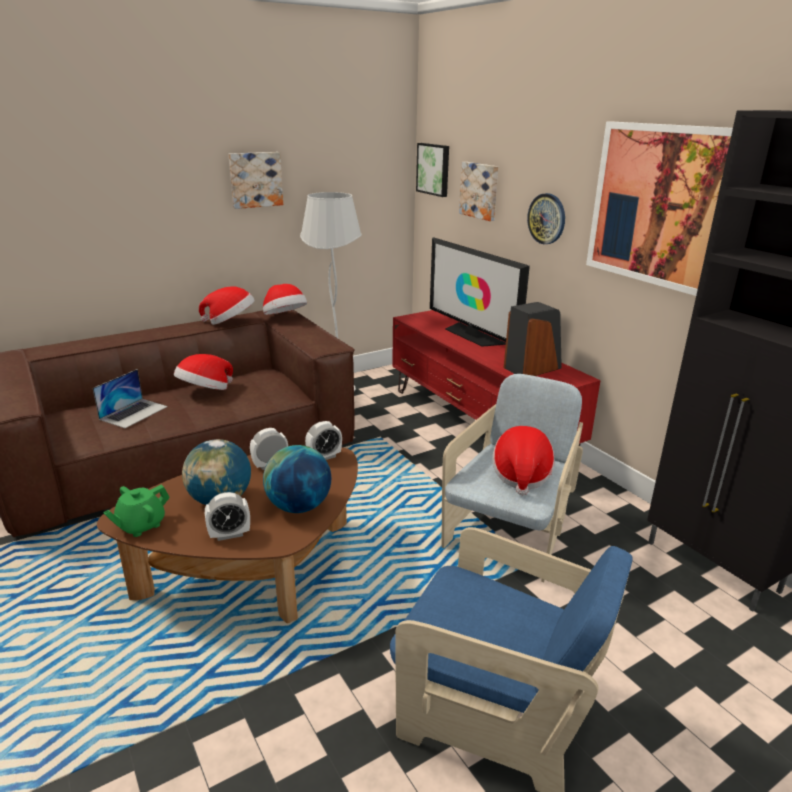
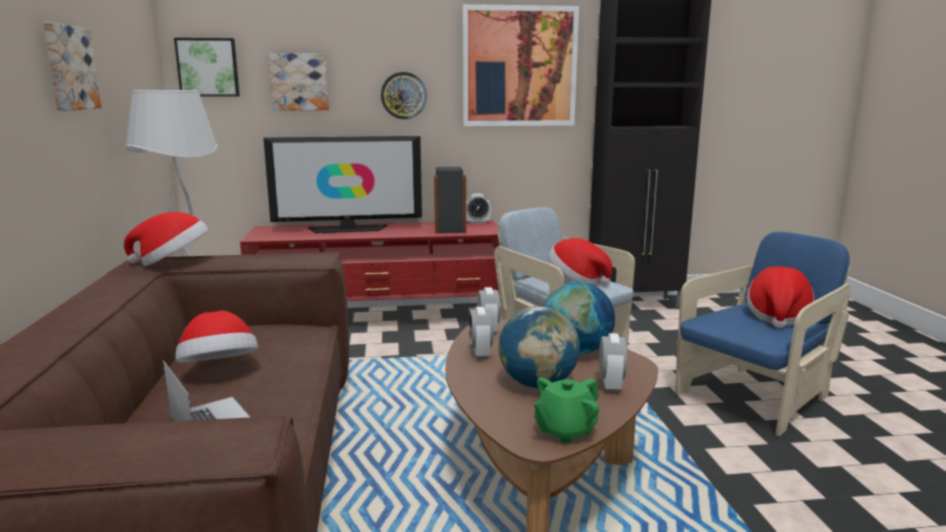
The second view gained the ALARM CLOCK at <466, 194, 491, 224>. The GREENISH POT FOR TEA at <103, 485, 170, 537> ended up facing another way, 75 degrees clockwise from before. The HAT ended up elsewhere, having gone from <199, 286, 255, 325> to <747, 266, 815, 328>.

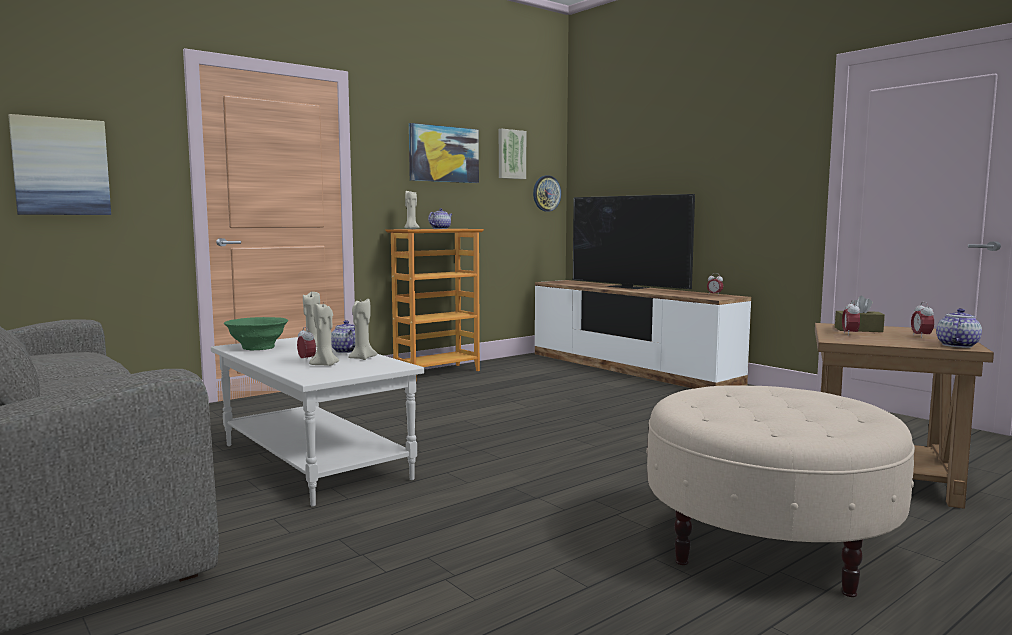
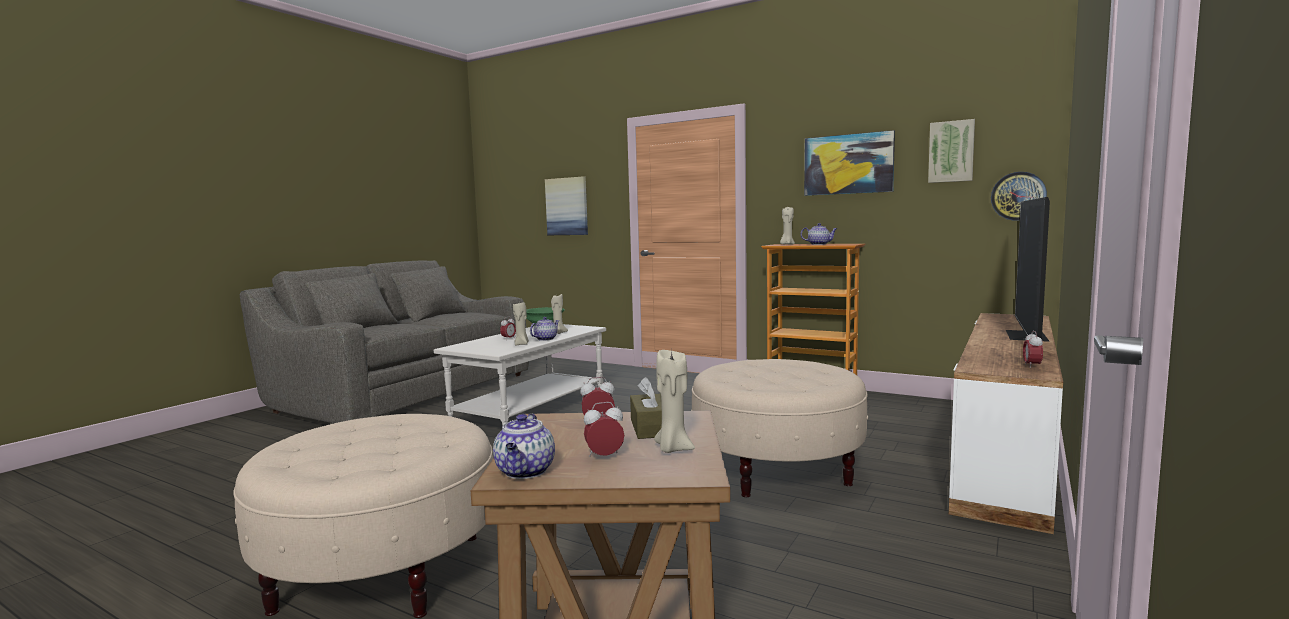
The POT FOR TEA at <936, 308, 982, 348> ended up facing another way, 75 degrees clockwise from before. The BEIGE-COLOURED CANDLE ended up elsewhere, having gone from <309, 303, 339, 366> to <654, 350, 695, 453>. The second view gained the BEIGE-COLOURED OTTOMAN at <691, 359, 868, 497>.

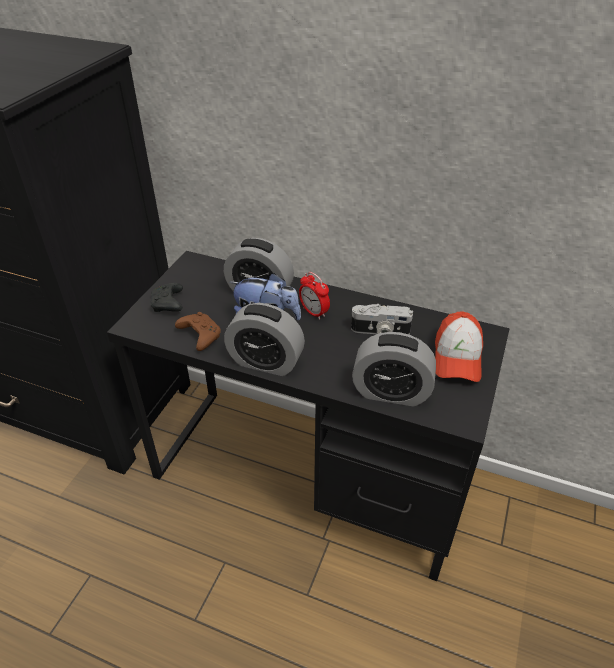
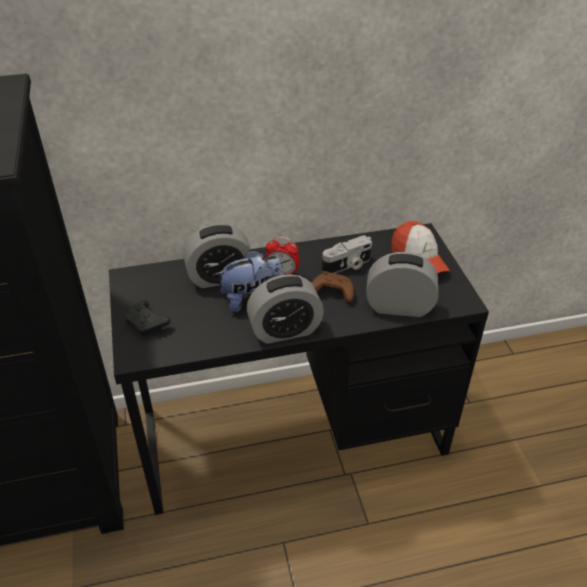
The BROWN JOYPAD ended up elsewhere, having gone from <175, 312, 221, 351> to <312, 271, 354, 303>. The ALARM CLOCK at <352, 332, 436, 406> ended up facing another way, 150 degrees counterclockwise from before.

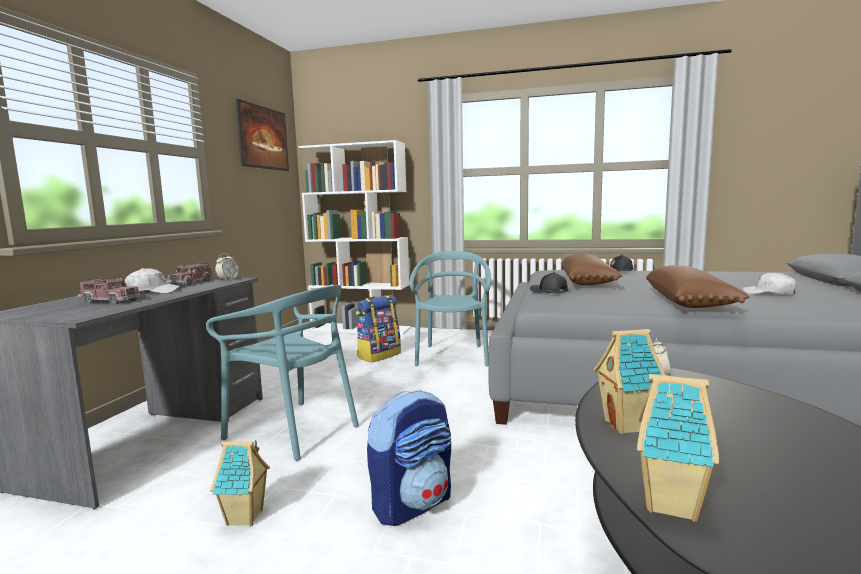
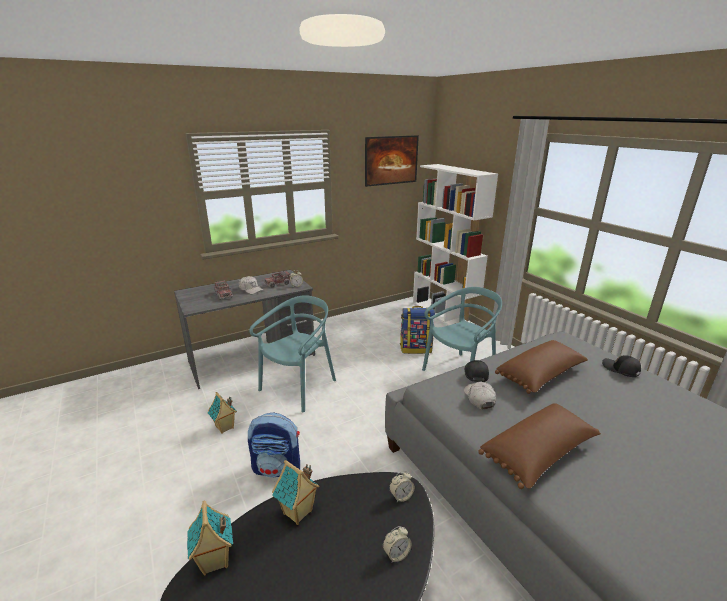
The BLUE-GREEN CHAIR at <206, 285, 359, 461> ended up facing another way, 135 degrees counterclockwise from before. The second view gained the ALARM CLOCK at <383, 526, 412, 562>. The WHITE-COLOURED BASEBALL CAP ended up elsewhere, having gone from <742, 272, 797, 295> to <464, 381, 496, 409>.

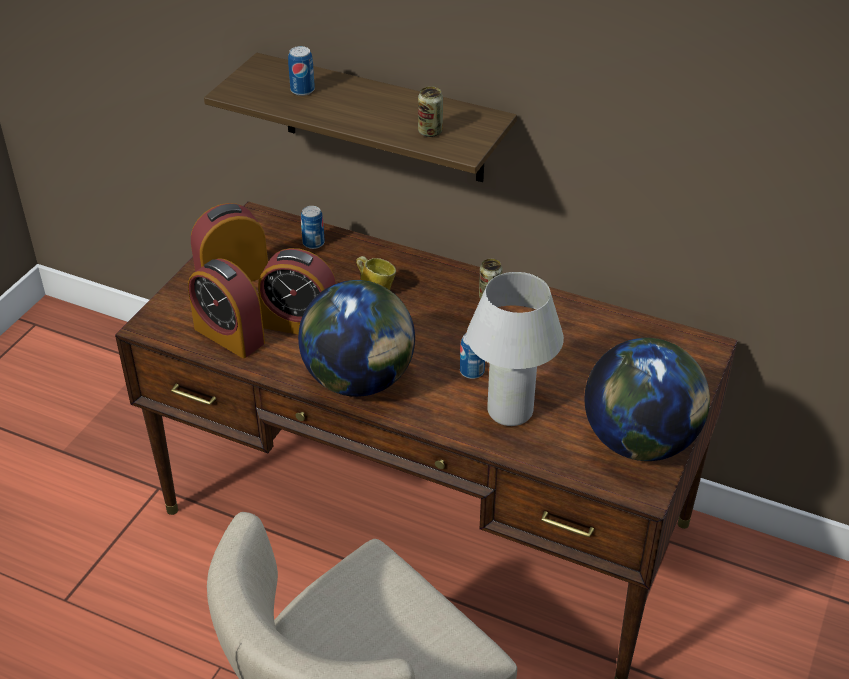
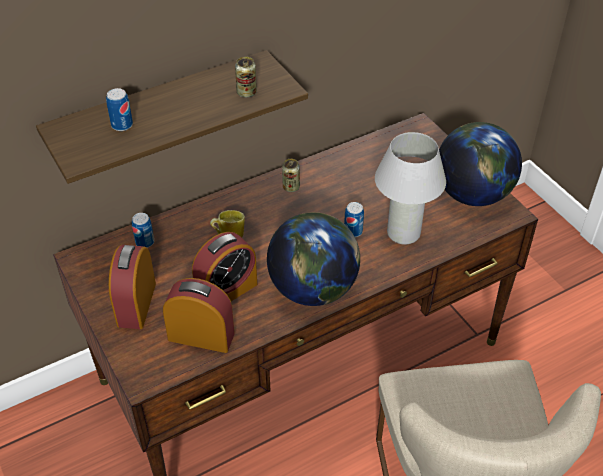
The ALARM CLOCK at <188, 258, 265, 358> ended up facing another way, 150 degrees counterclockwise from before.

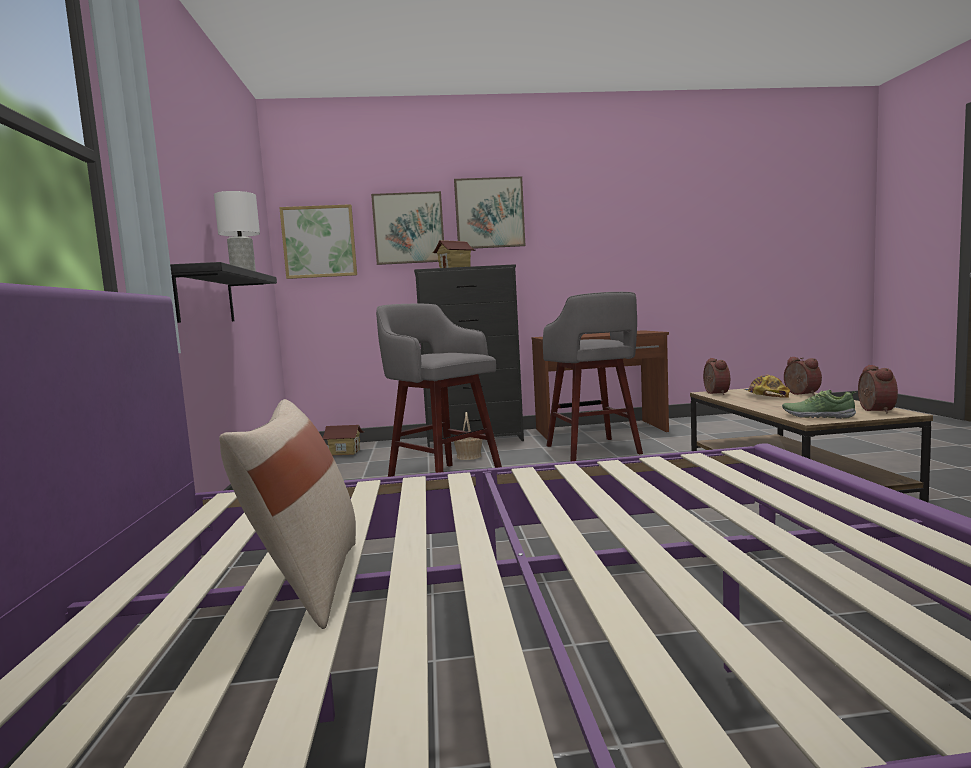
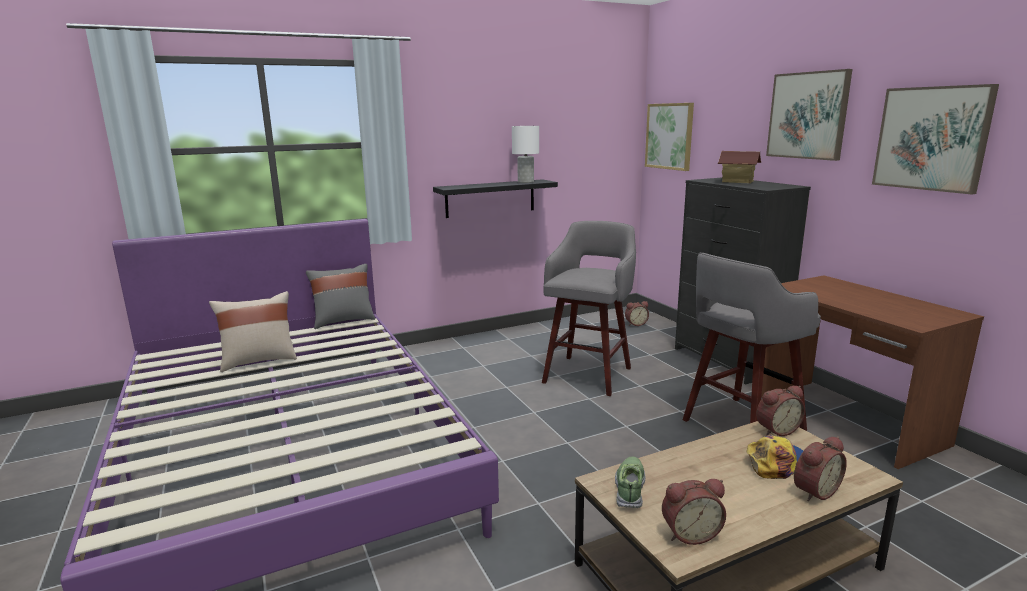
The second view gained the GREYISH THROW PILLOW at <306, 264, 375, 329>. Where the MODEL HOUSE stood at <323, 425, 364, 455>, the ALARM CLOCK came to stand at <625, 301, 649, 326>. The PICTURE ended up elsewhere, having gone from <371, 191, 444, 265> to <872, 84, 999, 195>. The second view lost the HOUSEHOLD BASKET at <454, 412, 482, 460>.

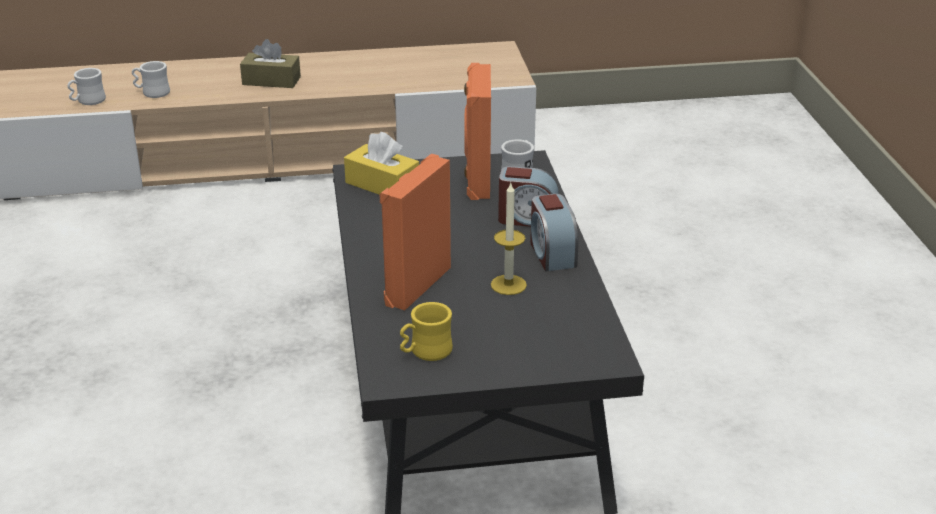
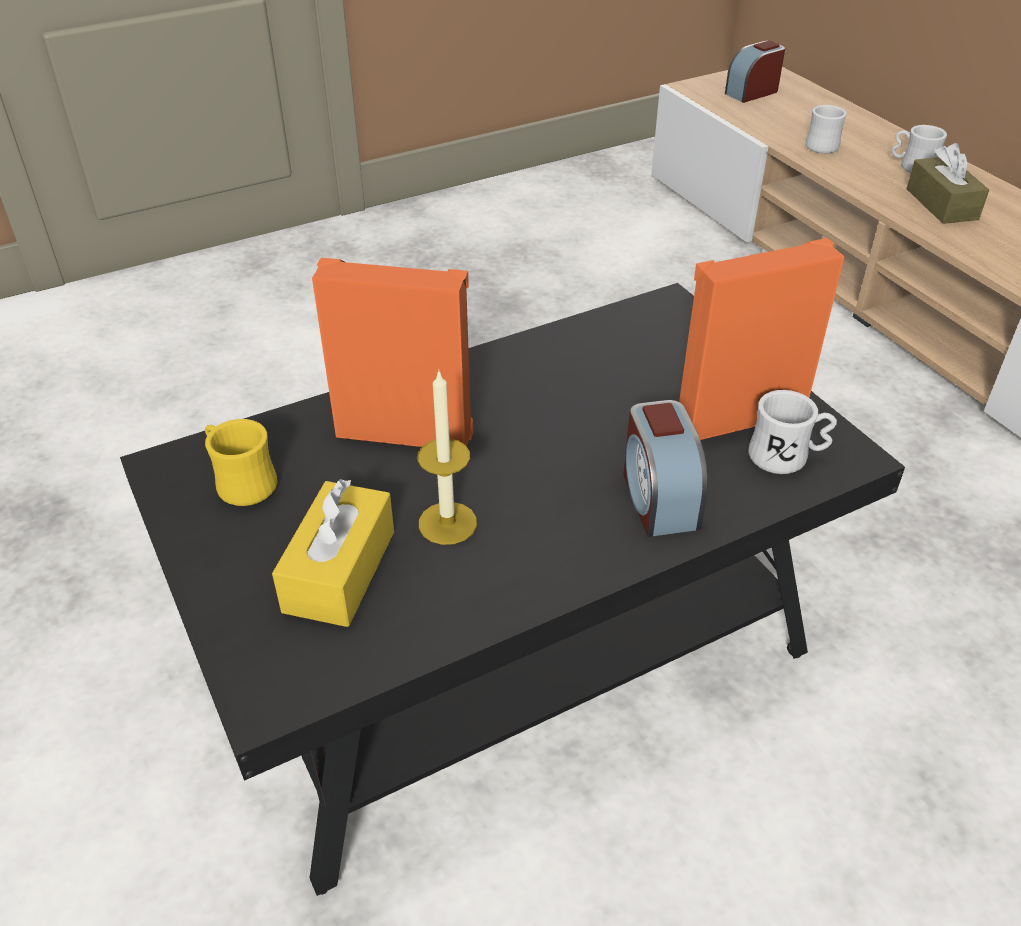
The YELLOW-COLOURED TISSUE HOLDER ended up elsewhere, having gone from <344, 132, 419, 195> to <272, 479, 394, 627>. The ALARM CLOCK ended up elsewhere, having gone from <530, 194, 579, 271> to <725, 40, 785, 103>. The WHITE-COLOURED MUG ended up elsewhere, having gone from <67, 68, 106, 105> to <891, 125, 947, 173>.

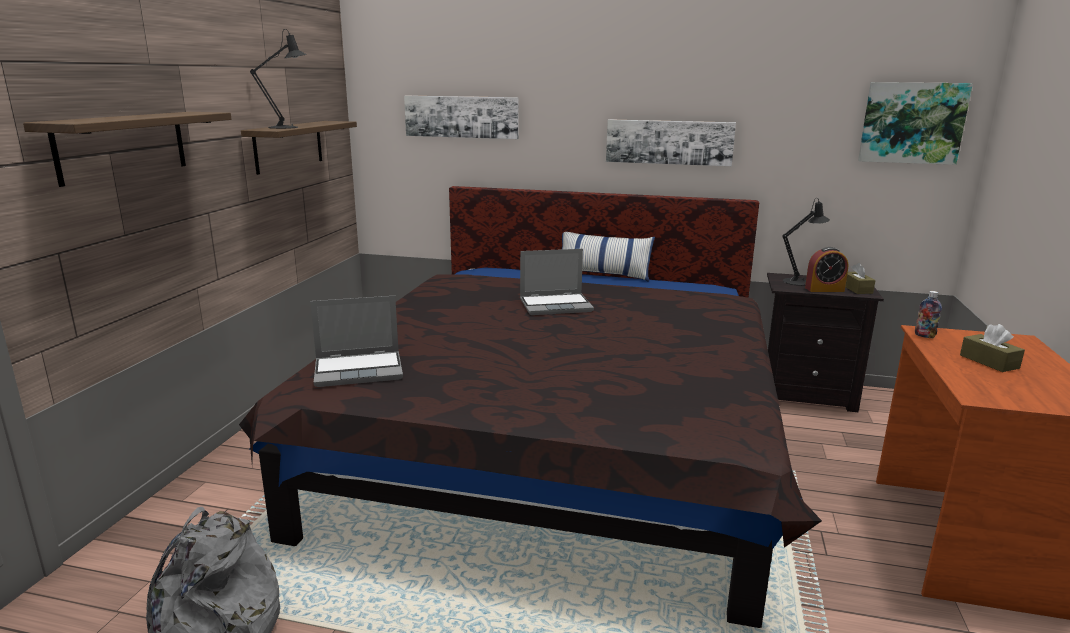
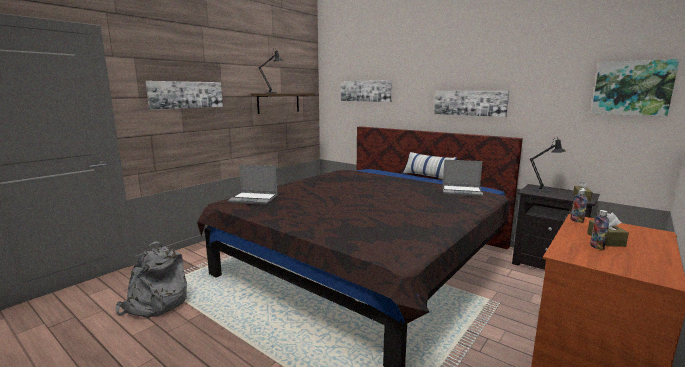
Where the BRACKET SHELF hung at <23, 112, 232, 187>, the PICTURE came to hang at <146, 81, 223, 109>. The LAPTOP ended up elsewhere, having gone from <520, 249, 594, 315> to <443, 160, 483, 197>. The second view gained the BOTTLE at <590, 210, 609, 250>. The second view lost the ALARM CLOCK at <805, 247, 848, 292>.

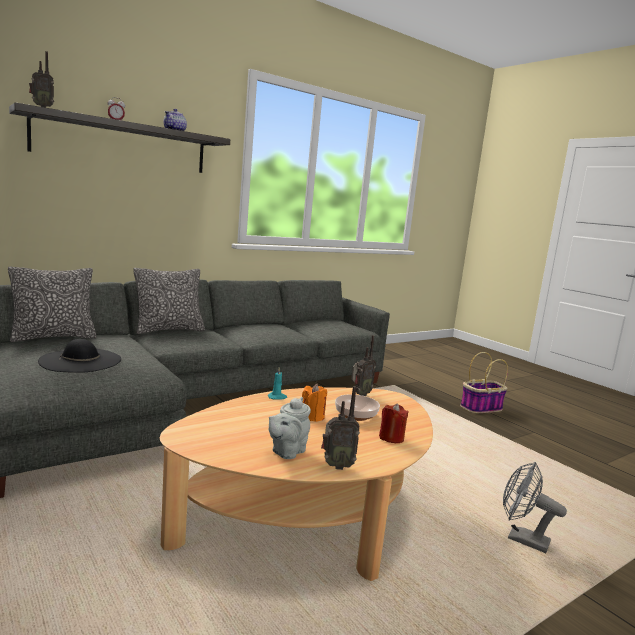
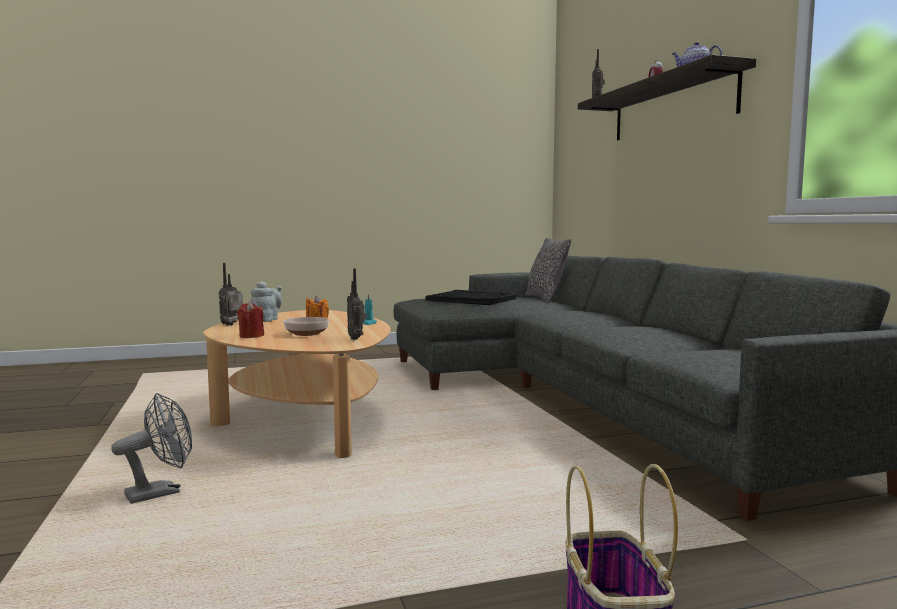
The GREYISH POT FOR TEA at <269, 397, 311, 459> ended up facing another way, 60 degrees clockwise from before. Where the BLACKISH HAT stood at <38, 339, 121, 373>, the BLACKISH CARRYING TRAY came to stand at <425, 290, 516, 305>. The second view lost the THROW PILLOW at <133, 268, 205, 334>.

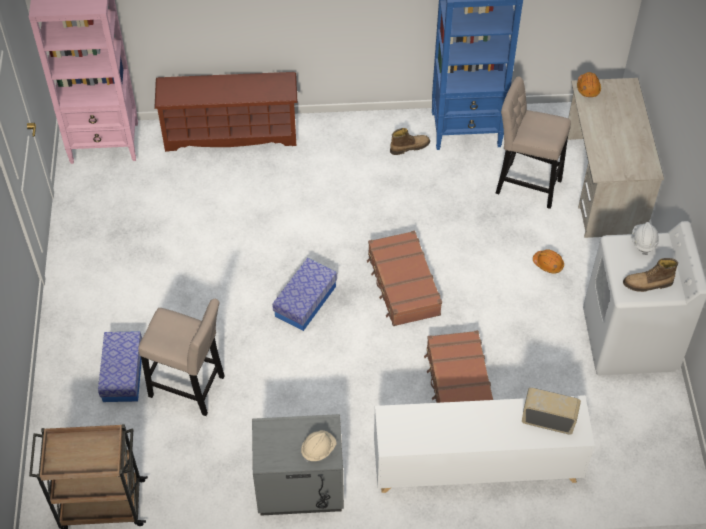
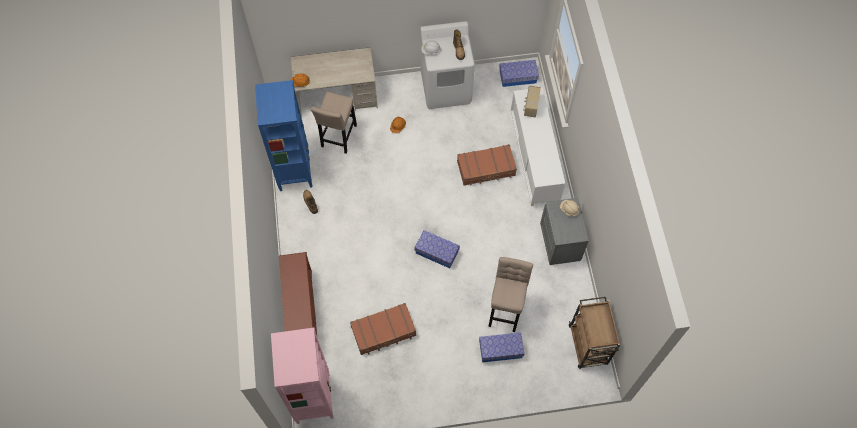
The BROWN SUITCASE ended up elsewhere, having gone from <367, 230, 442, 326> to <350, 303, 416, 355>. The second view gained the STORAGE CONTAINER at <499, 60, 539, 87>.

